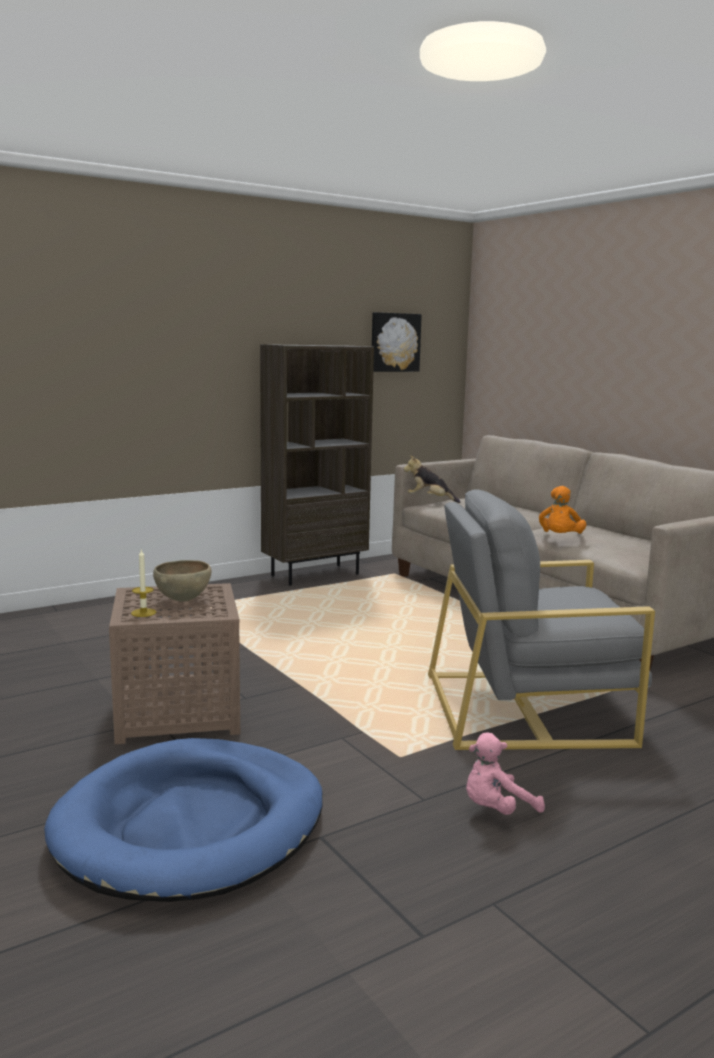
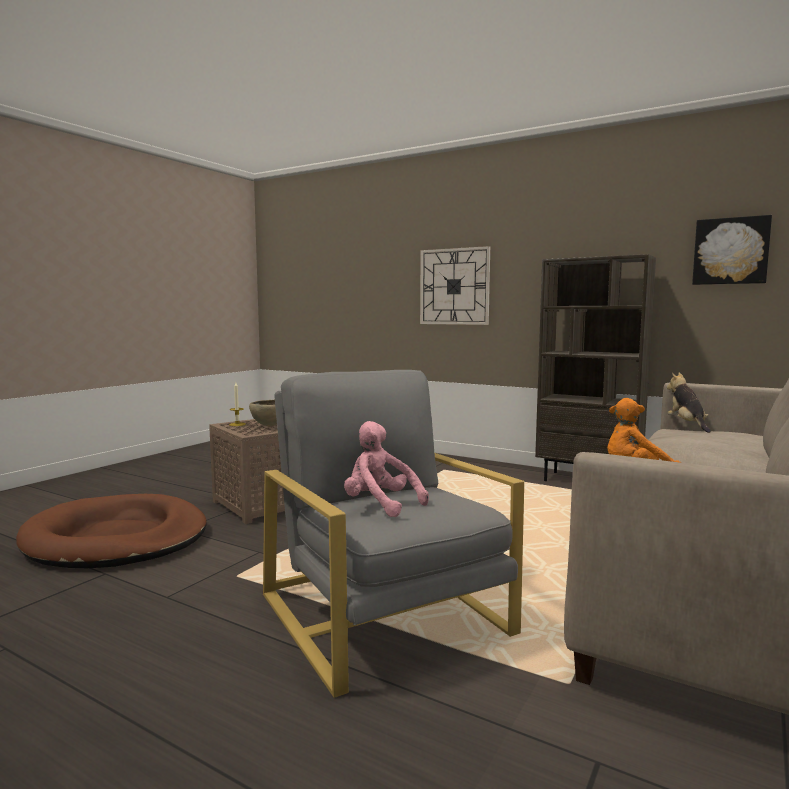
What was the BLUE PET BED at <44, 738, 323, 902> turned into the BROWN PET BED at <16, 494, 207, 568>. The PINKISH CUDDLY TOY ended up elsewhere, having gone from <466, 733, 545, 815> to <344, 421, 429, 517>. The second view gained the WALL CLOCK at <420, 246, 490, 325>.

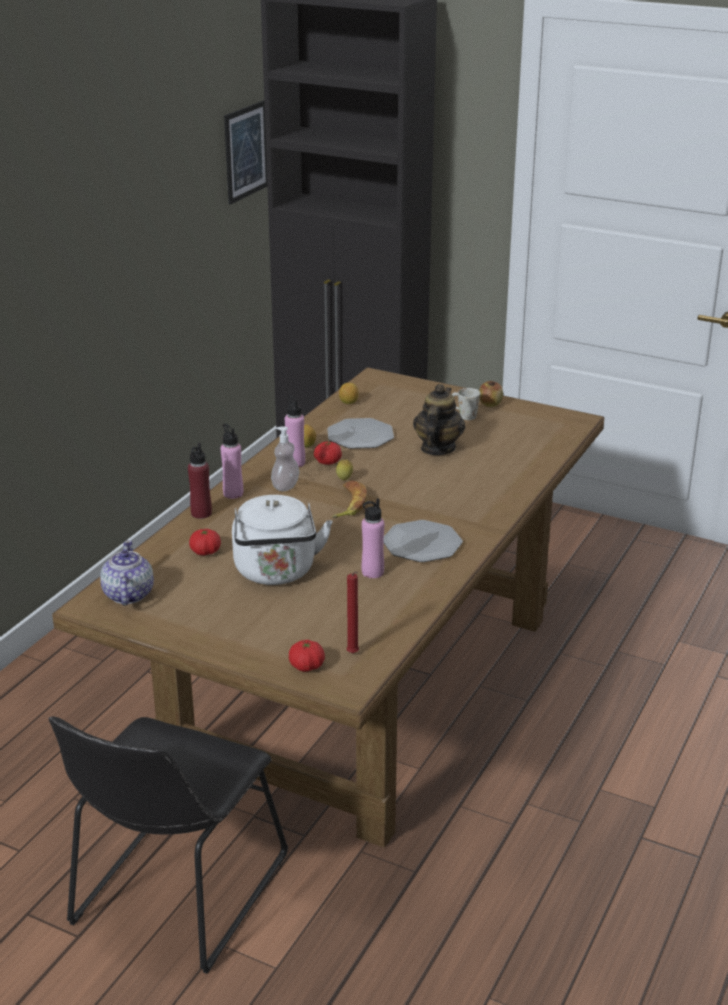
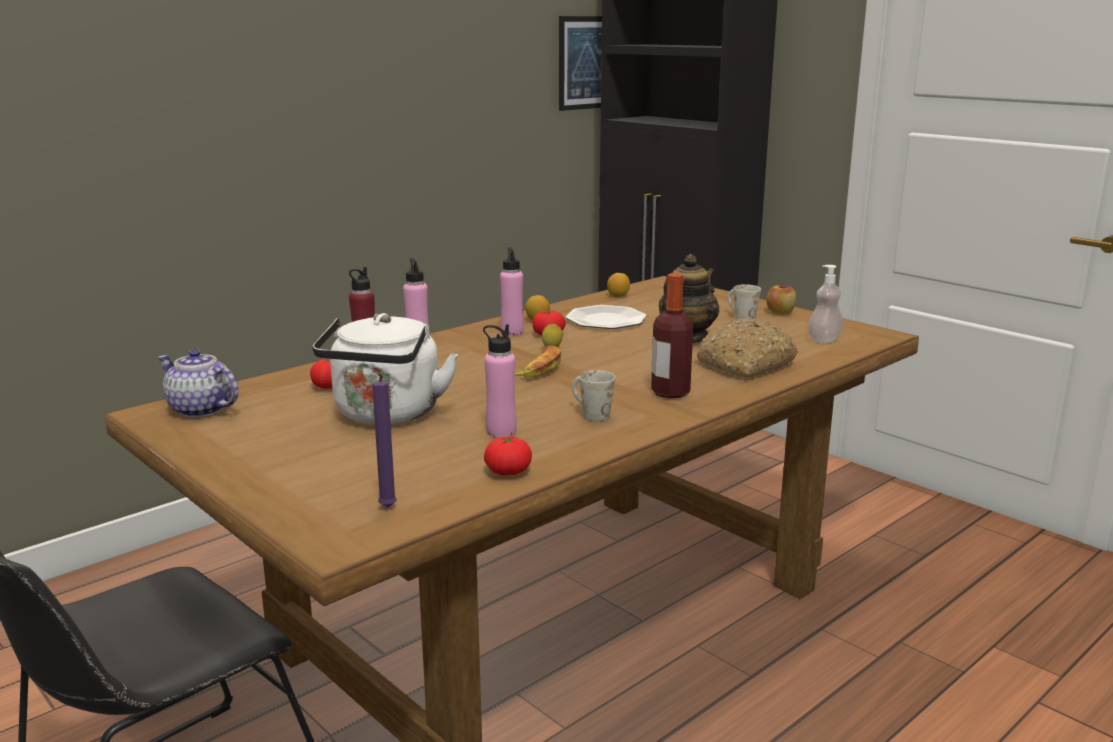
The POT FOR TEA at <100, 540, 154, 606> ended up facing another way, 75 degrees counterclockwise from before. What was the RED-COLOURED CANDLE at <346, 572, 359, 654> turned into the PURPLISH CANDLE at <372, 373, 397, 507>. The TOMATO ended up elsewhere, having gone from <289, 640, 325, 672> to <484, 436, 532, 476>. Where the FLAT DISH stood at <383, 520, 463, 562>, the WHITE-COLOURED MUG came to stand at <572, 370, 615, 421>. The second view gained the BOTTLE at <651, 273, 693, 398>. The second view gained the BREAD at <697, 318, 798, 378>. The SOAP BOTTLE ended up elsewhere, having gone from <271, 426, 299, 491> to <808, 265, 843, 343>.

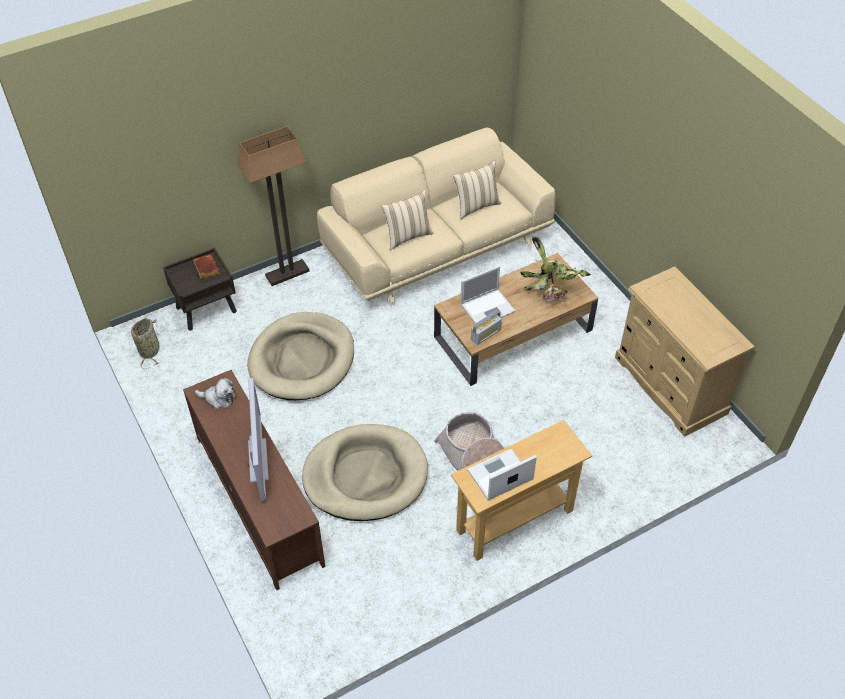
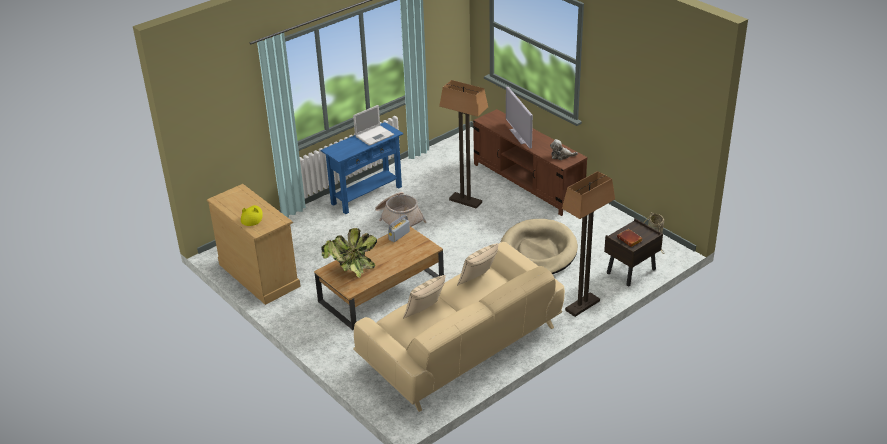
The second view gained the YELLOW-COLOURED HAT at <241, 205, 263, 226>. What was the BEIGE-COLOURED CONSOLE TABLE at <451, 420, 592, 561> turned into the BLUE CONSOLE TABLE at <321, 122, 403, 214>. Where the BEIGE-COLOURED PET BED stood at <302, 424, 428, 521>, the FLOOR LAMP came to stand at <439, 80, 488, 209>. The second view lost the LAPTOP at <460, 266, 515, 324>.

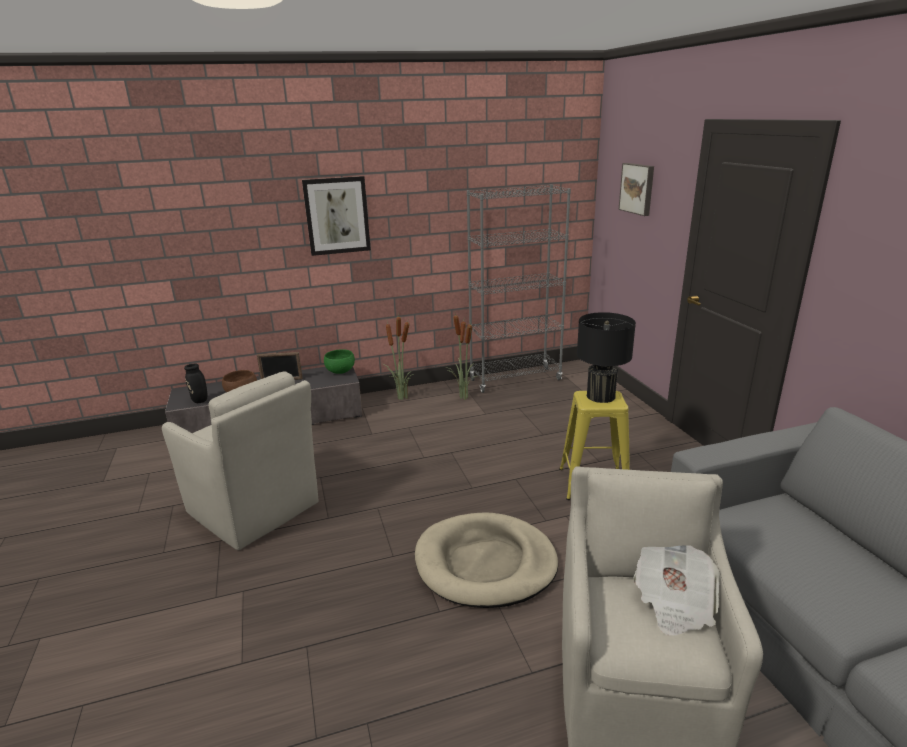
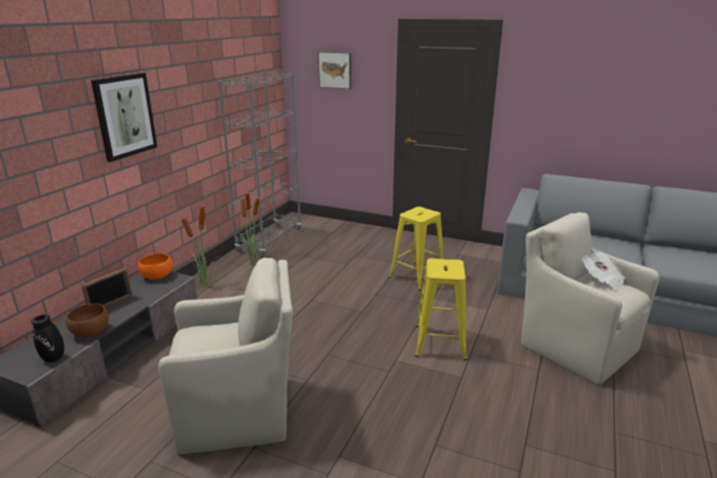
What was the GREENISH SERVING BOWL at <324, 349, 355, 374> turned into the ORANGE-COLOURED SERVING BOWL at <138, 253, 173, 280>. Where the BEIGE-COLOURED PET BED stood at <415, 512, 558, 608>, the YELLOW-COLOURED STOOL came to stand at <415, 258, 467, 360>. The second view lost the BLACKISH TABLE LAMP at <577, 312, 636, 403>.

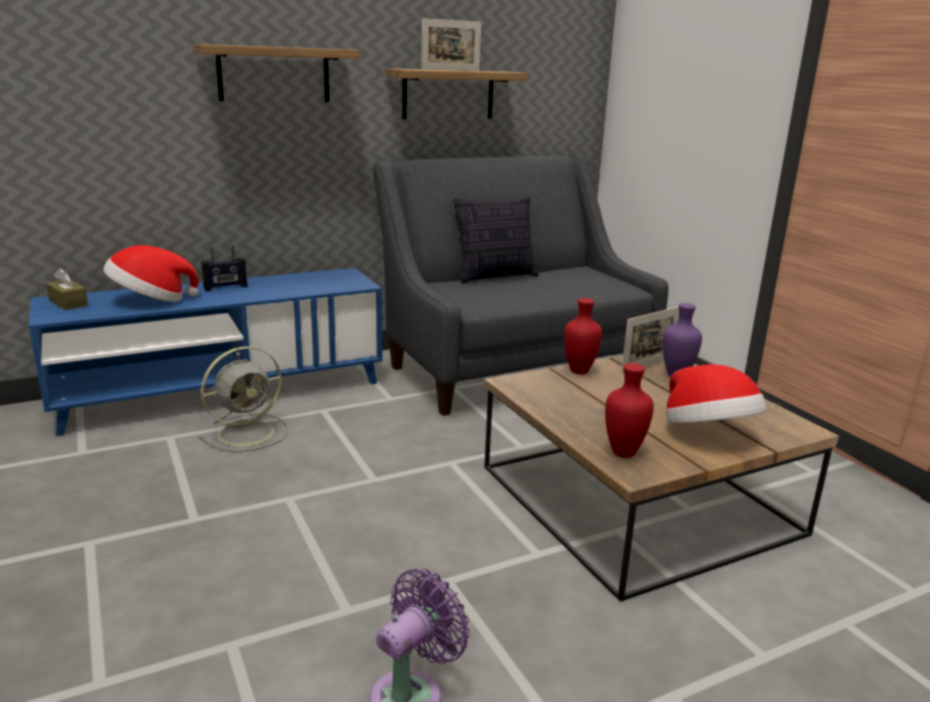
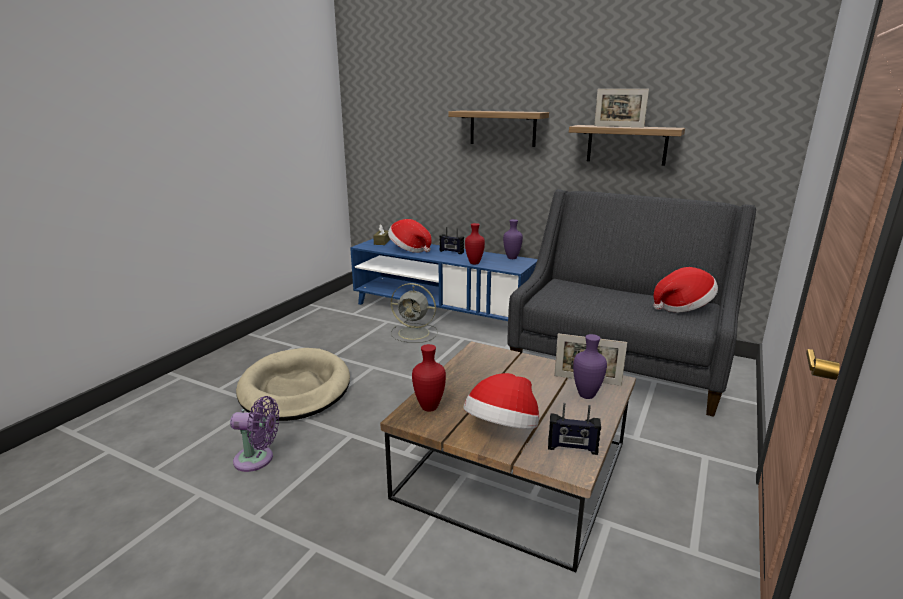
The second view gained the BEIGE-COLOURED PET BED at <236, 348, 350, 421>. The RED-COLOURED VASE ended up elsewhere, having gone from <564, 298, 602, 374> to <465, 223, 485, 264>. The second view gained the PURPLISH VASE at <503, 219, 523, 259>. The second view gained the RADIO at <548, 403, 601, 455>. The second view gained the HAT at <653, 267, 718, 312>. The second view lost the THROW PILLOW at <454, 196, 539, 284>.

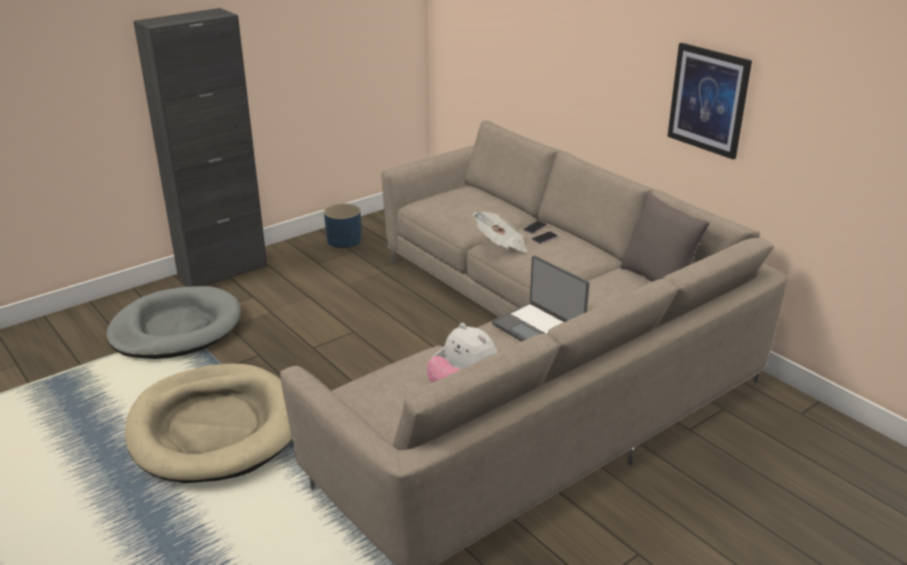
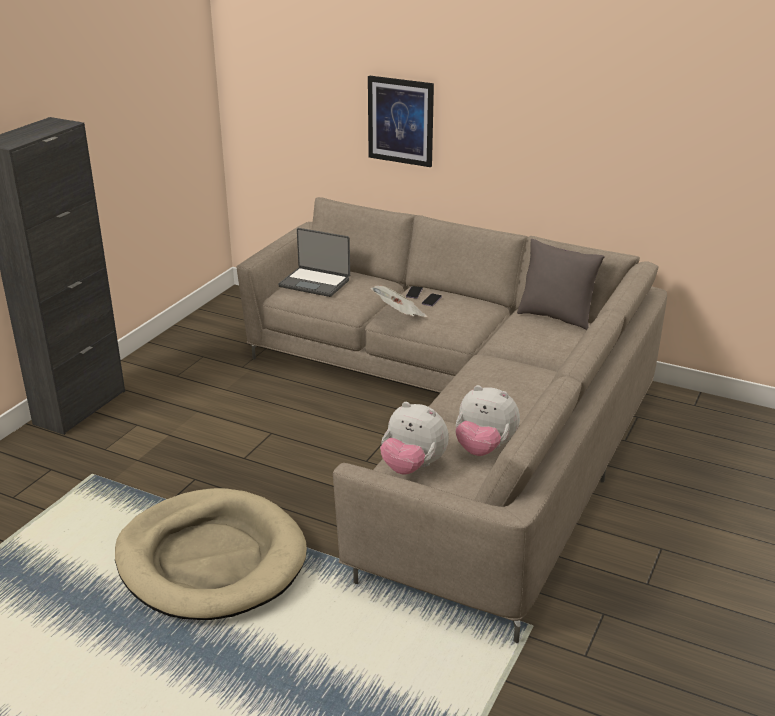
The LAPTOP ended up elsewhere, having gone from <492, 255, 589, 341> to <278, 228, 350, 297>. The PICTURE ended up elsewhere, having gone from <667, 43, 752, 159> to <368, 75, 434, 167>. The second view gained the CUDDLY TOY at <380, 402, 449, 475>. The second view lost the GREYISH PET BED at <106, 286, 241, 359>. The second view lost the BLUE PLANTER at <324, 203, 362, 248>.

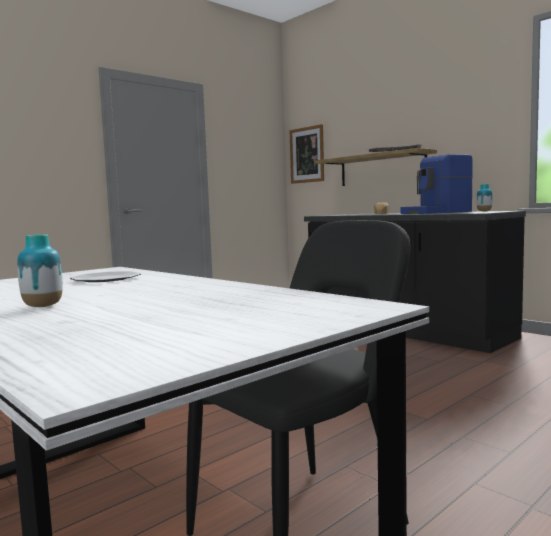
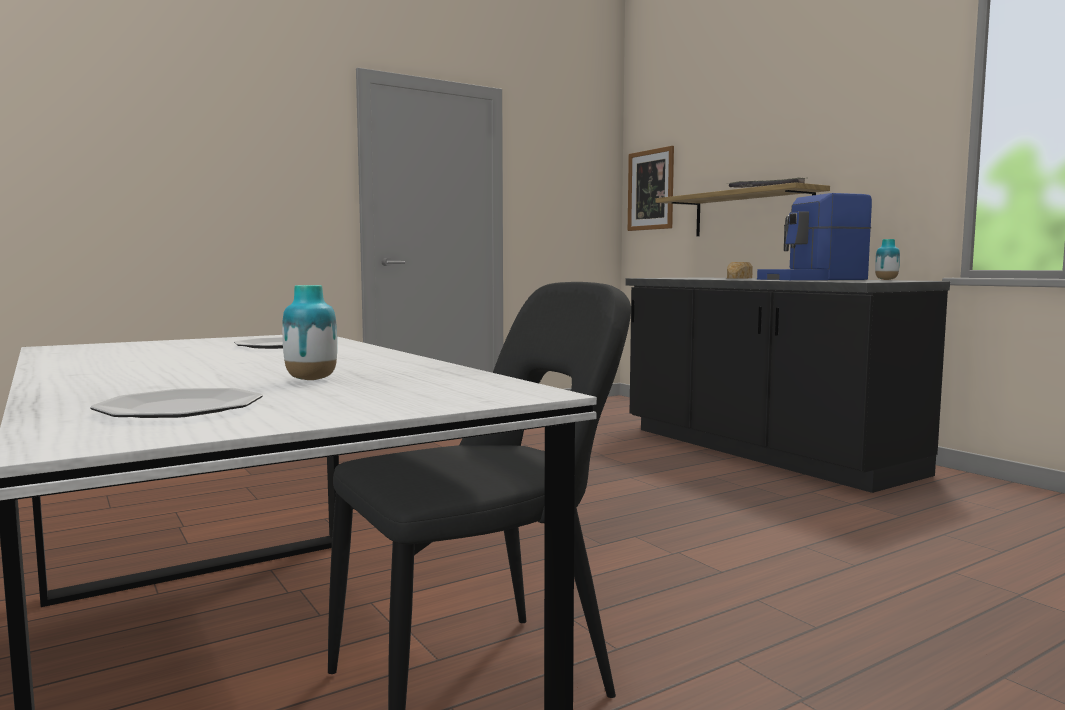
The second view gained the FLAT DISH at <90, 388, 263, 418>. The VASE ended up elsewhere, having gone from <17, 234, 62, 307> to <282, 285, 337, 380>.

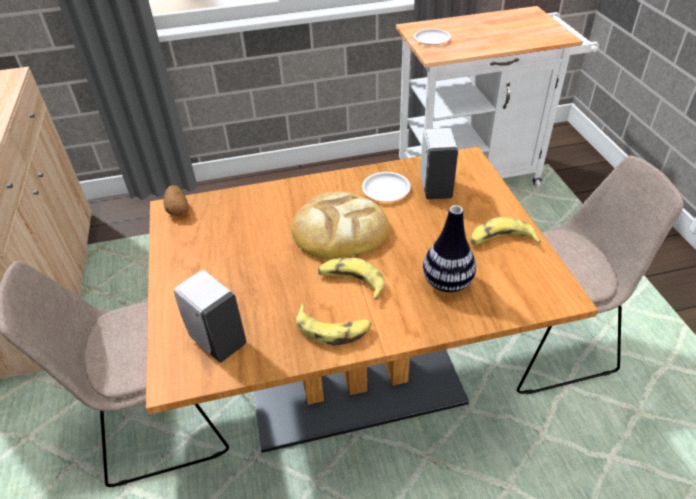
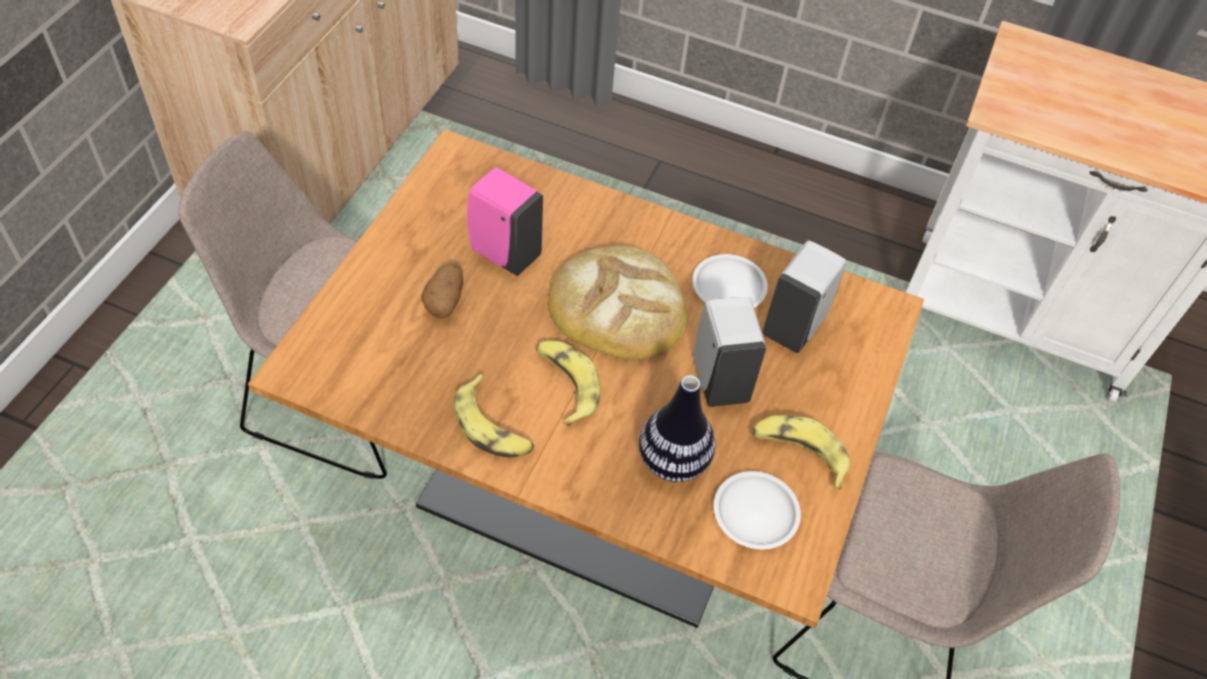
The WHOLE POTATO ended up elsewhere, having gone from <163, 185, 189, 216> to <421, 264, 463, 318>. The second view gained the PINKISH SOAP BOTTLE at <467, 167, 543, 276>. The WHITE-COLOURED SOAP BOTTLE ended up elsewhere, having gone from <174, 270, 247, 363> to <693, 297, 766, 407>. The WHITE-COLOURED FLAT DISH ended up elsewhere, having gone from <414, 29, 451, 45> to <714, 471, 801, 549>.

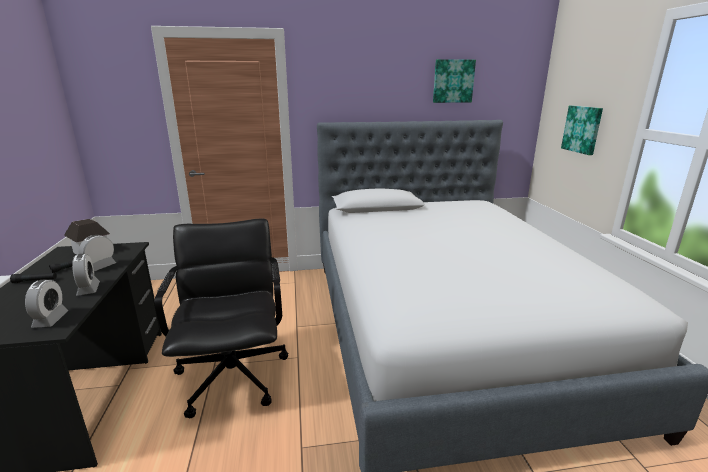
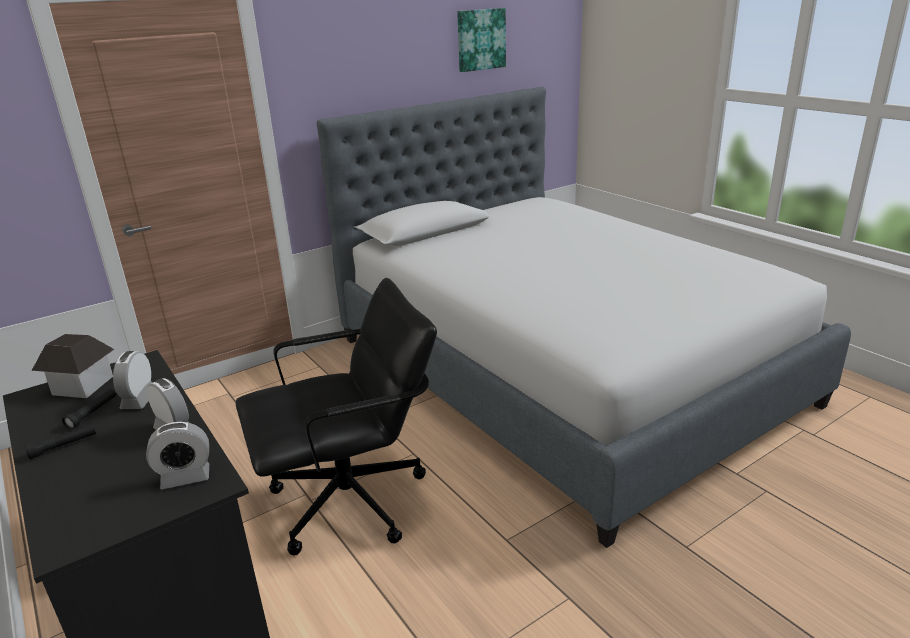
The ALARM CLOCK at <25, 279, 69, 328> ended up facing another way, 105 degrees clockwise from before. The BLACKISH OFFICE CHAIR at <155, 219, 288, 418> ended up facing another way, 105 degrees clockwise from before. The second view lost the PICTURE at <561, 106, 603, 155>.

